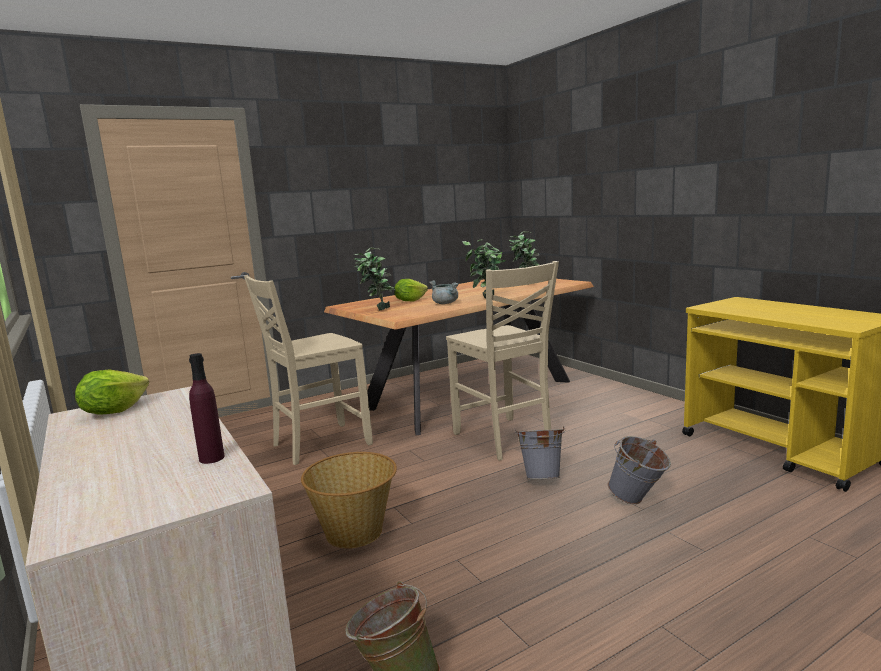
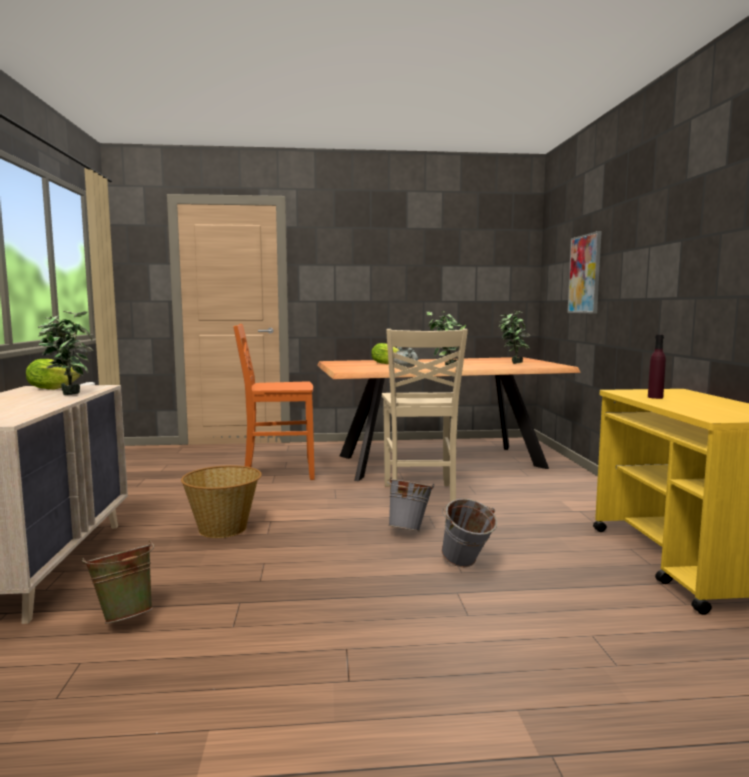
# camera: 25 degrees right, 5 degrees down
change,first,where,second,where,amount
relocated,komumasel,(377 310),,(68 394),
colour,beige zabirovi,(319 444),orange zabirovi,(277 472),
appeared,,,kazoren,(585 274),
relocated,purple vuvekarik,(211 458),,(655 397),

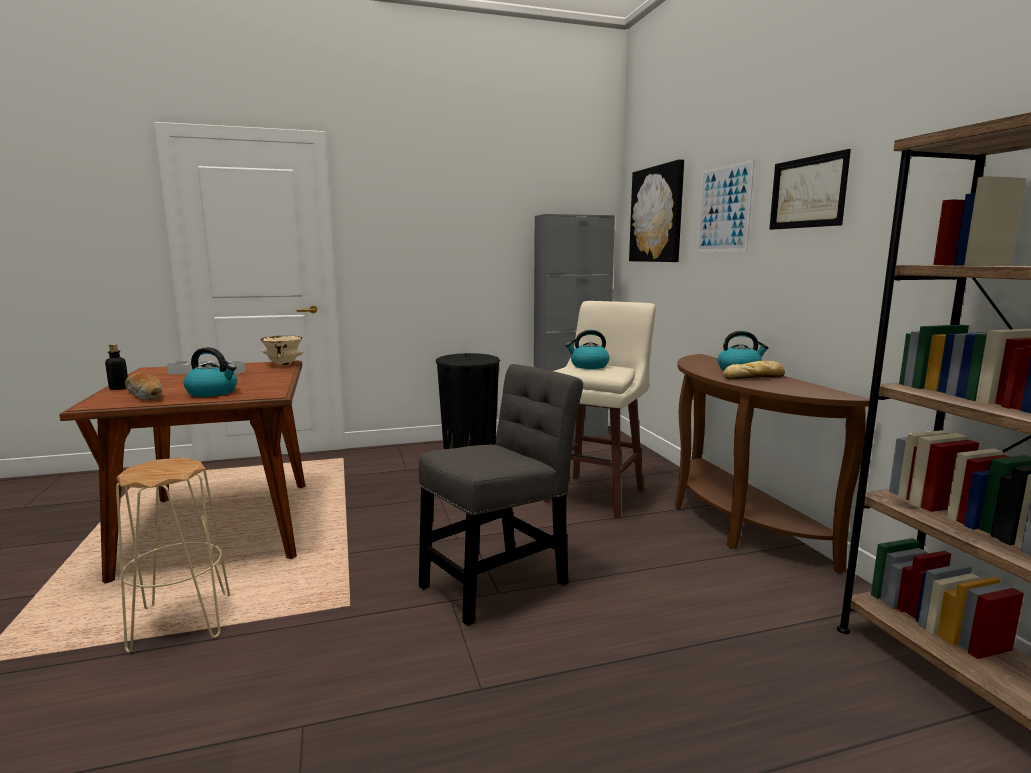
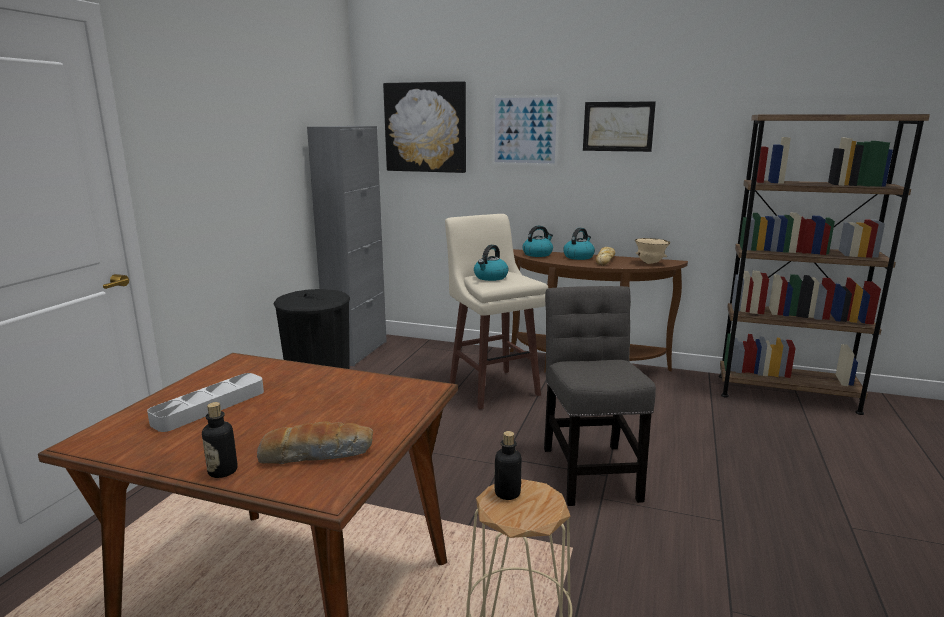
# camera: 55 degrees left, 5 degrees up
change,first,where,second,where,amount
appeared,,,vuvekarik,(507 493),
relocated,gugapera,(213 392),,(537 254),
relocated,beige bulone,(283 364),,(650 263),

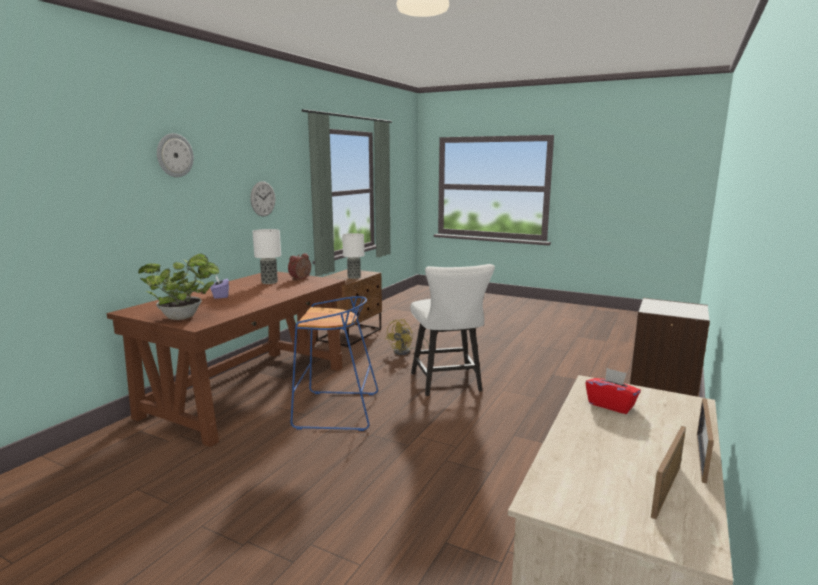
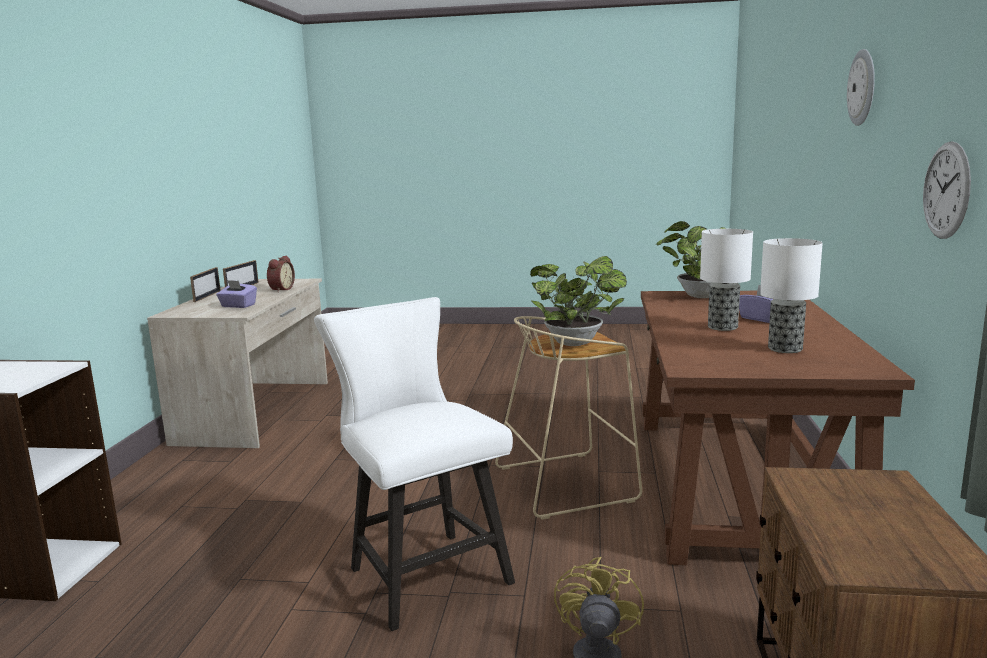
# camera: 160 degrees right, 0 degrees up
change,first,where,second,where,amount
colour,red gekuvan,(611 405),purple gekuvan,(238 306),
relocated,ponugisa,(301 278),,(280 289),
colour,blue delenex,(335 411),beige delenex,(567 483),
appeared,,,komumasel,(577 343),
relocated,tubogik,(353 277),,(723 327),

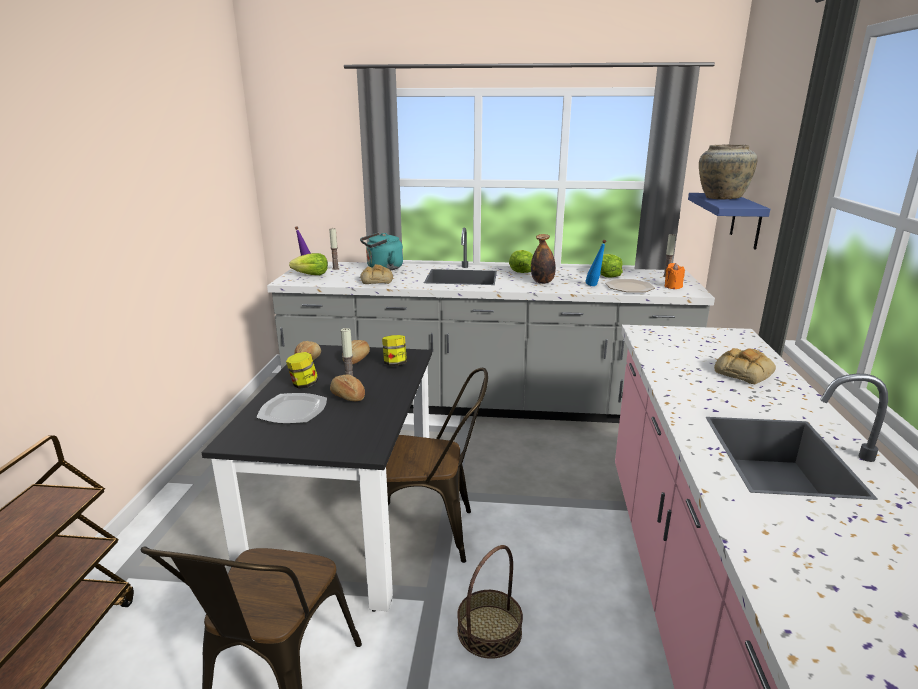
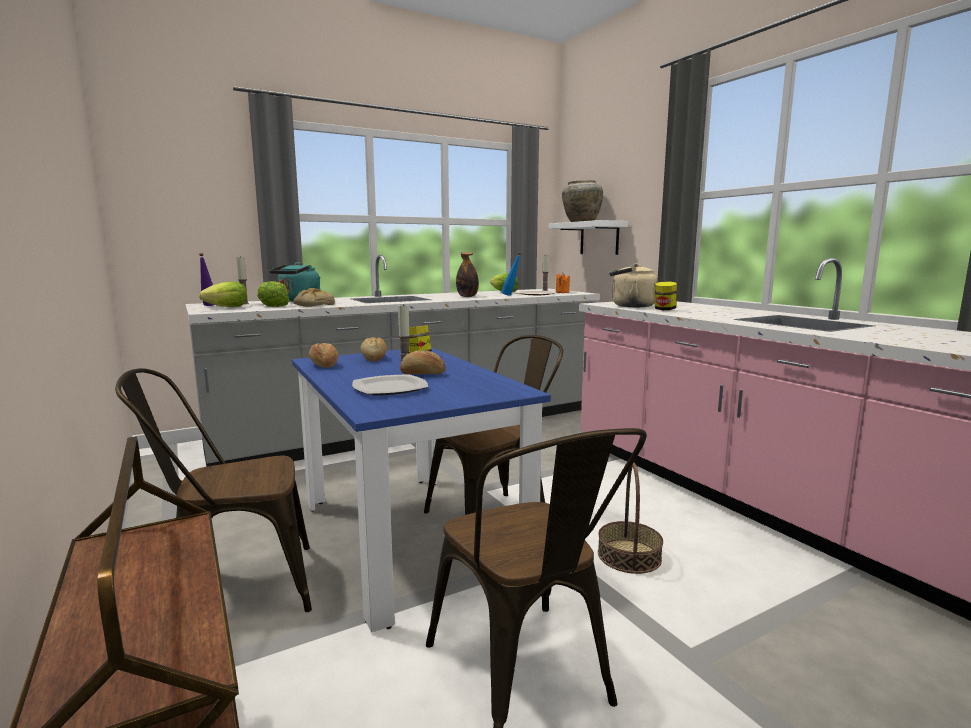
# camera: 35 degrees left, 10 degrees down
change,first,where,second,where,amount
appeared,,,brown zabirovi,(233 589),
relocated,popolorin,(521 270),,(272 306),
colour,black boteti,(348 523),blue boteti,(408 537),
colour,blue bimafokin,(746 221),white bimafokin,(599 238),
appeared,,,beige gugapera,(630 306),
relocated,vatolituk,(304 385),,(664 309),
missing,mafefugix,(743 372),,,

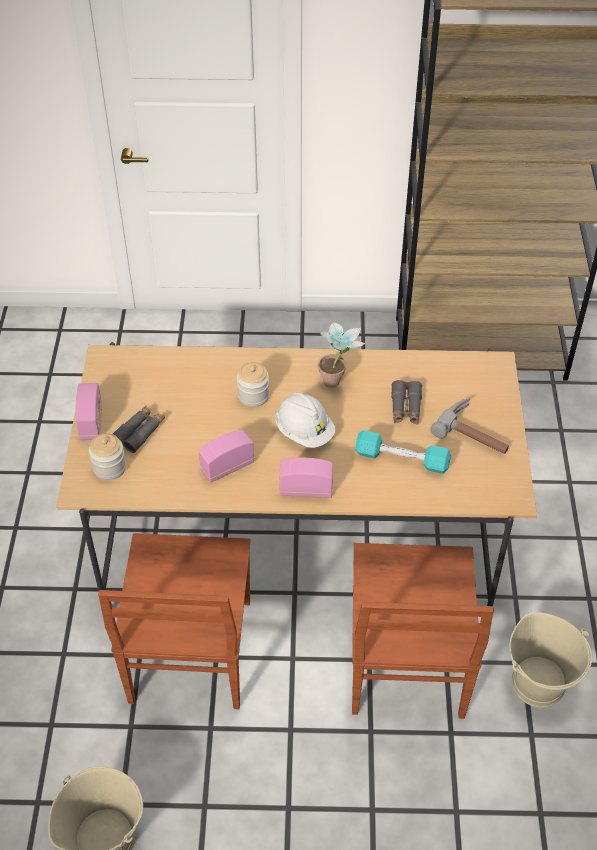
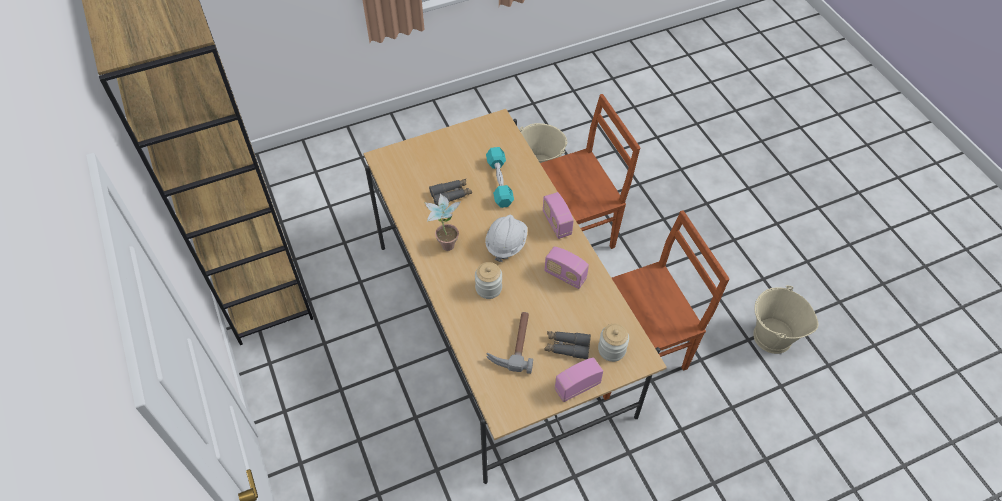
# camera: 115 degrees left, 5 degrees up
change,first,where,second,where,amount
relocated,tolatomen,(475 433),,(512 344),

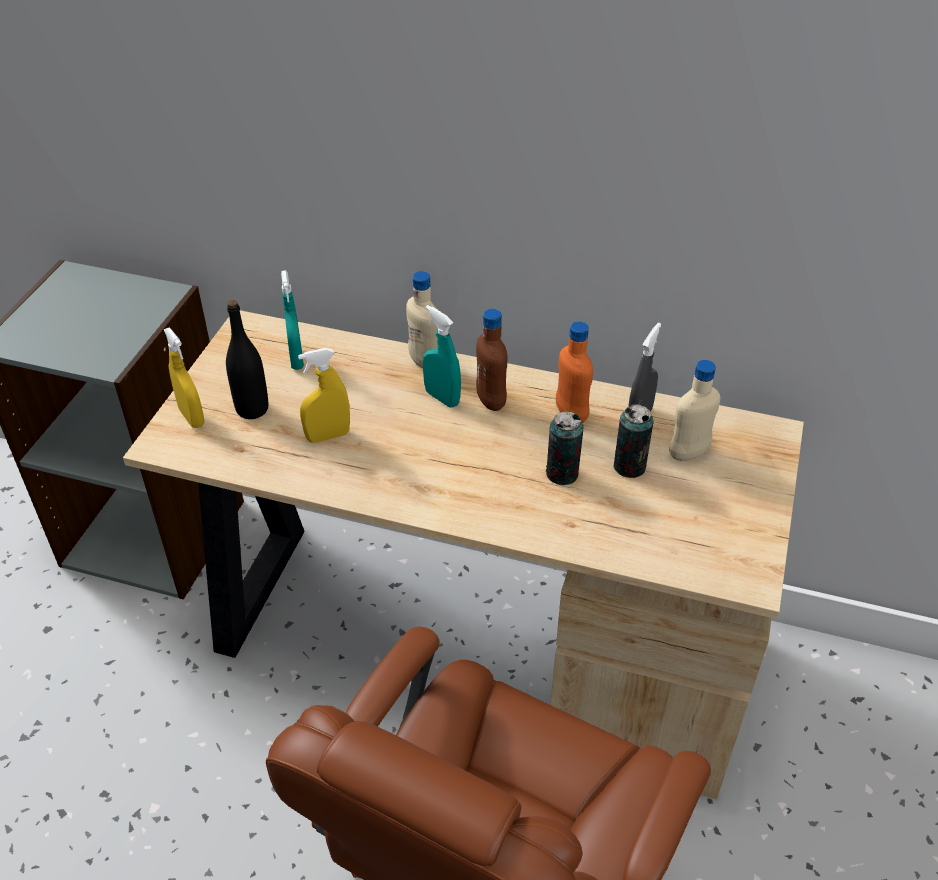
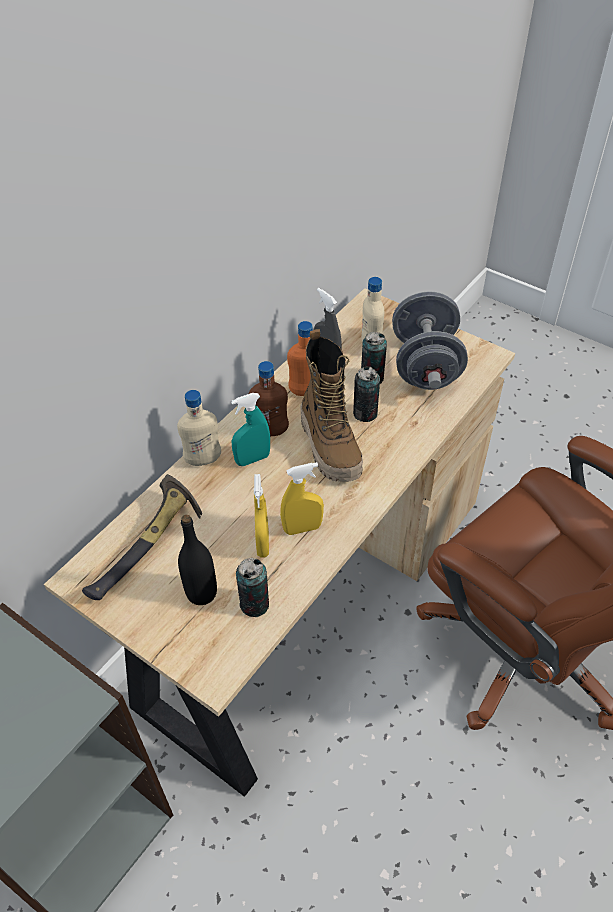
# camera: 70 degrees left, 5 degrees up
change,first,where,second,where,amount
exchanged,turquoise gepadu,(296 359),tolatomen,(150 547),
appeared,,,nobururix,(254 604),
relocated,yellow gepadu,(192 417),,(302 528),
appeared,,,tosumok,(330 446),
appeared,,,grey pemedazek,(425 365),

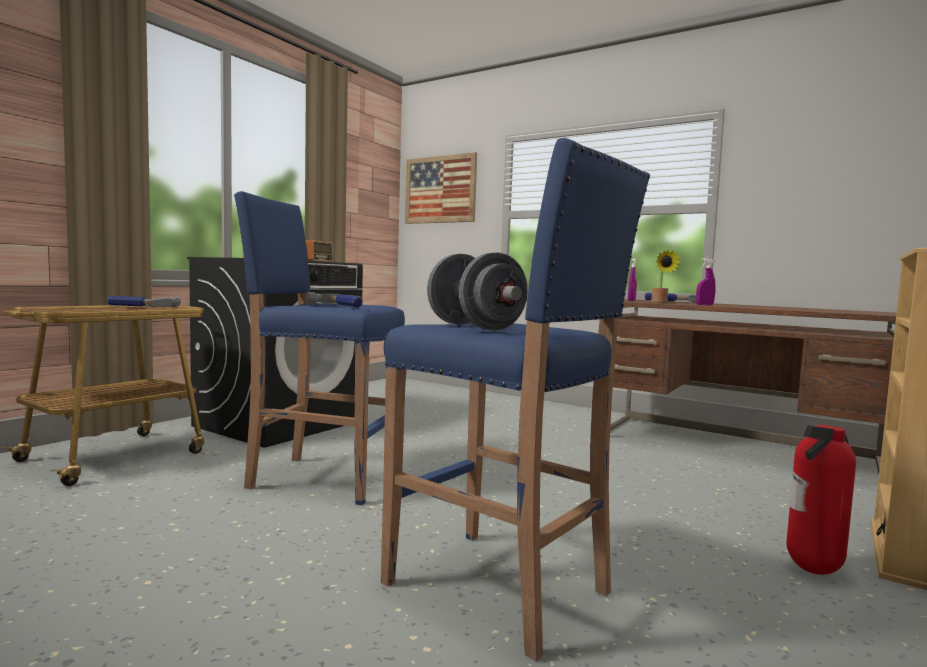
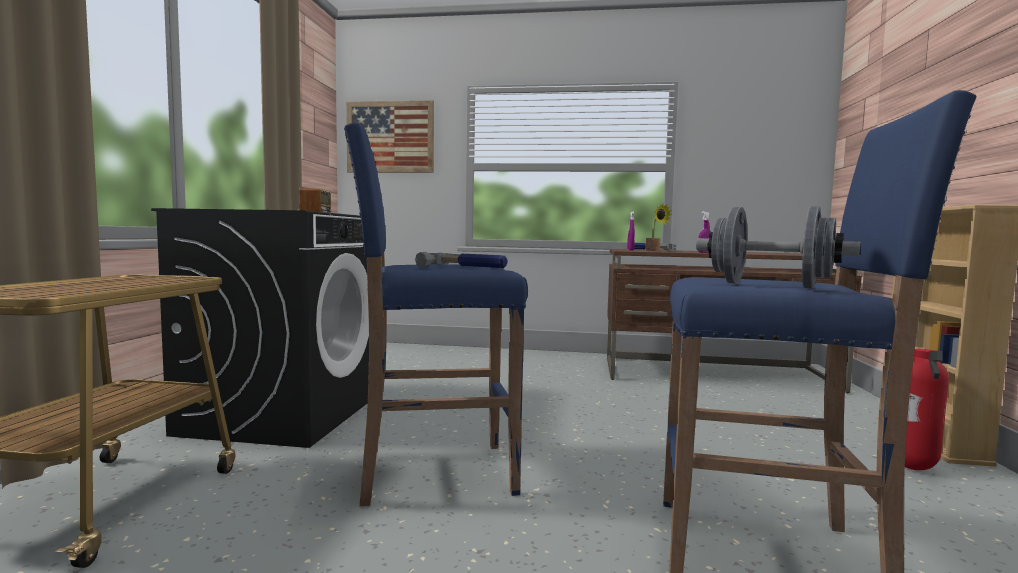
# camera: 25 degrees left, 0 degrees up
change,first,where,second,where,amount
missing,tolatomen,(137 307),,,

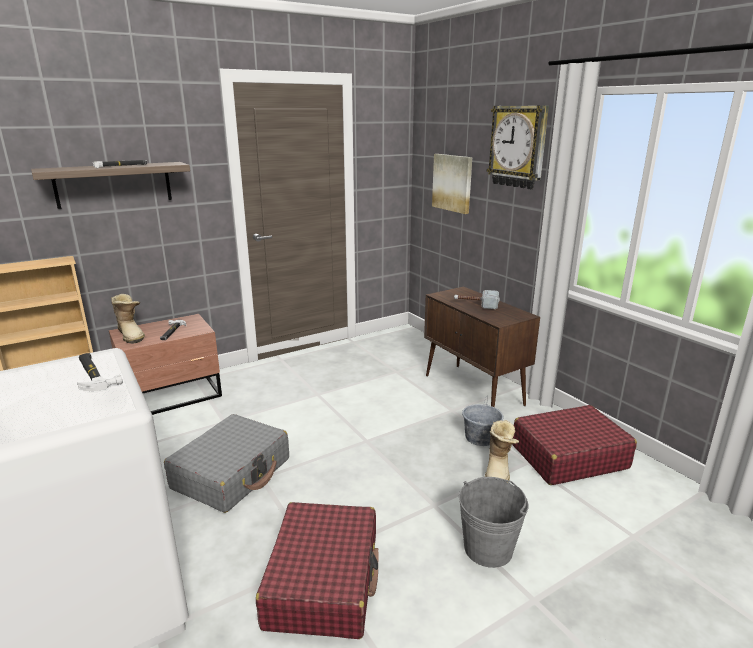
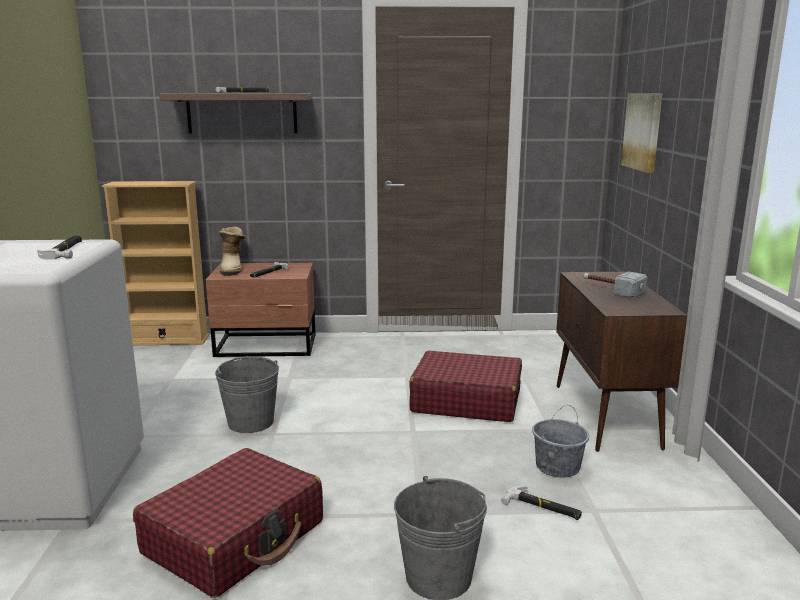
# camera: 30 degrees right, 5 degrees down
change,first,where,second,where,amount
exchanged,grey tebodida,(232 473),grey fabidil,(251 422),
relocated,red tebodida,(568 456),,(466 401),
exchanged,tosumok,(499 471),tolatomen,(542 507),
missing,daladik,(518 147),,,

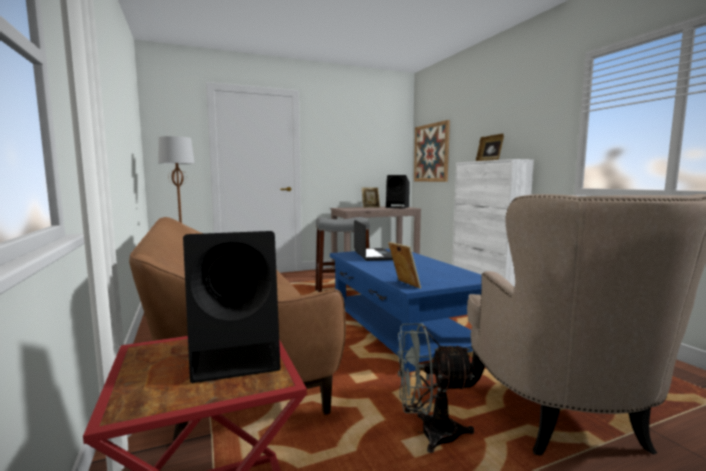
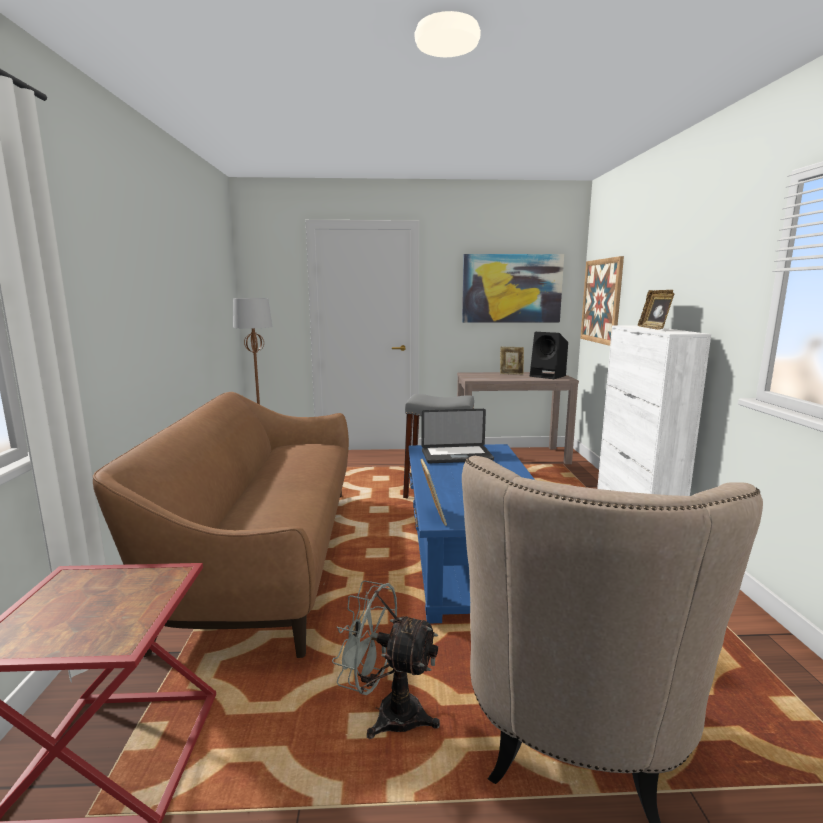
# camera: 20 degrees right, 5 degrees up
change,first,where,second,where,amount
spun,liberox,(374 255),,(456 456),75 degrees clockwise
appeared,,,kazoren,(511 288),
missing,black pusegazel,(239 357),,,

